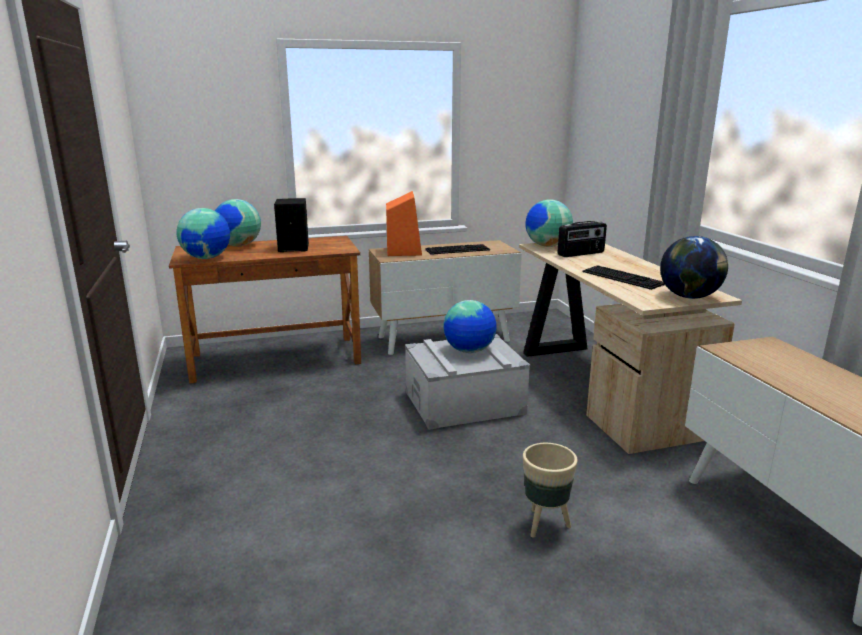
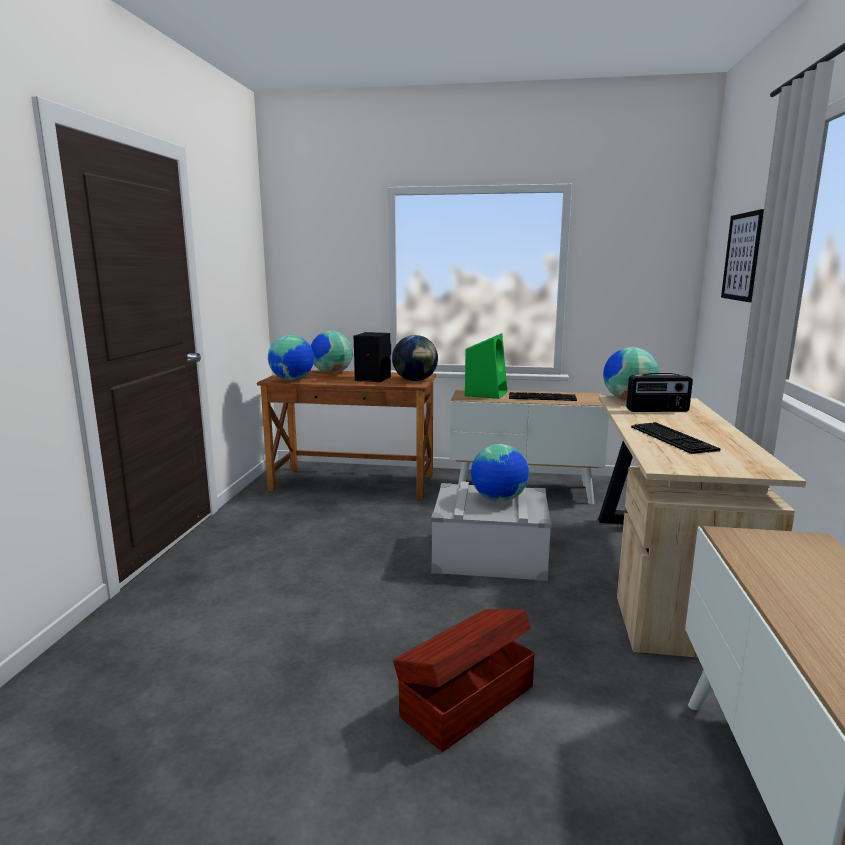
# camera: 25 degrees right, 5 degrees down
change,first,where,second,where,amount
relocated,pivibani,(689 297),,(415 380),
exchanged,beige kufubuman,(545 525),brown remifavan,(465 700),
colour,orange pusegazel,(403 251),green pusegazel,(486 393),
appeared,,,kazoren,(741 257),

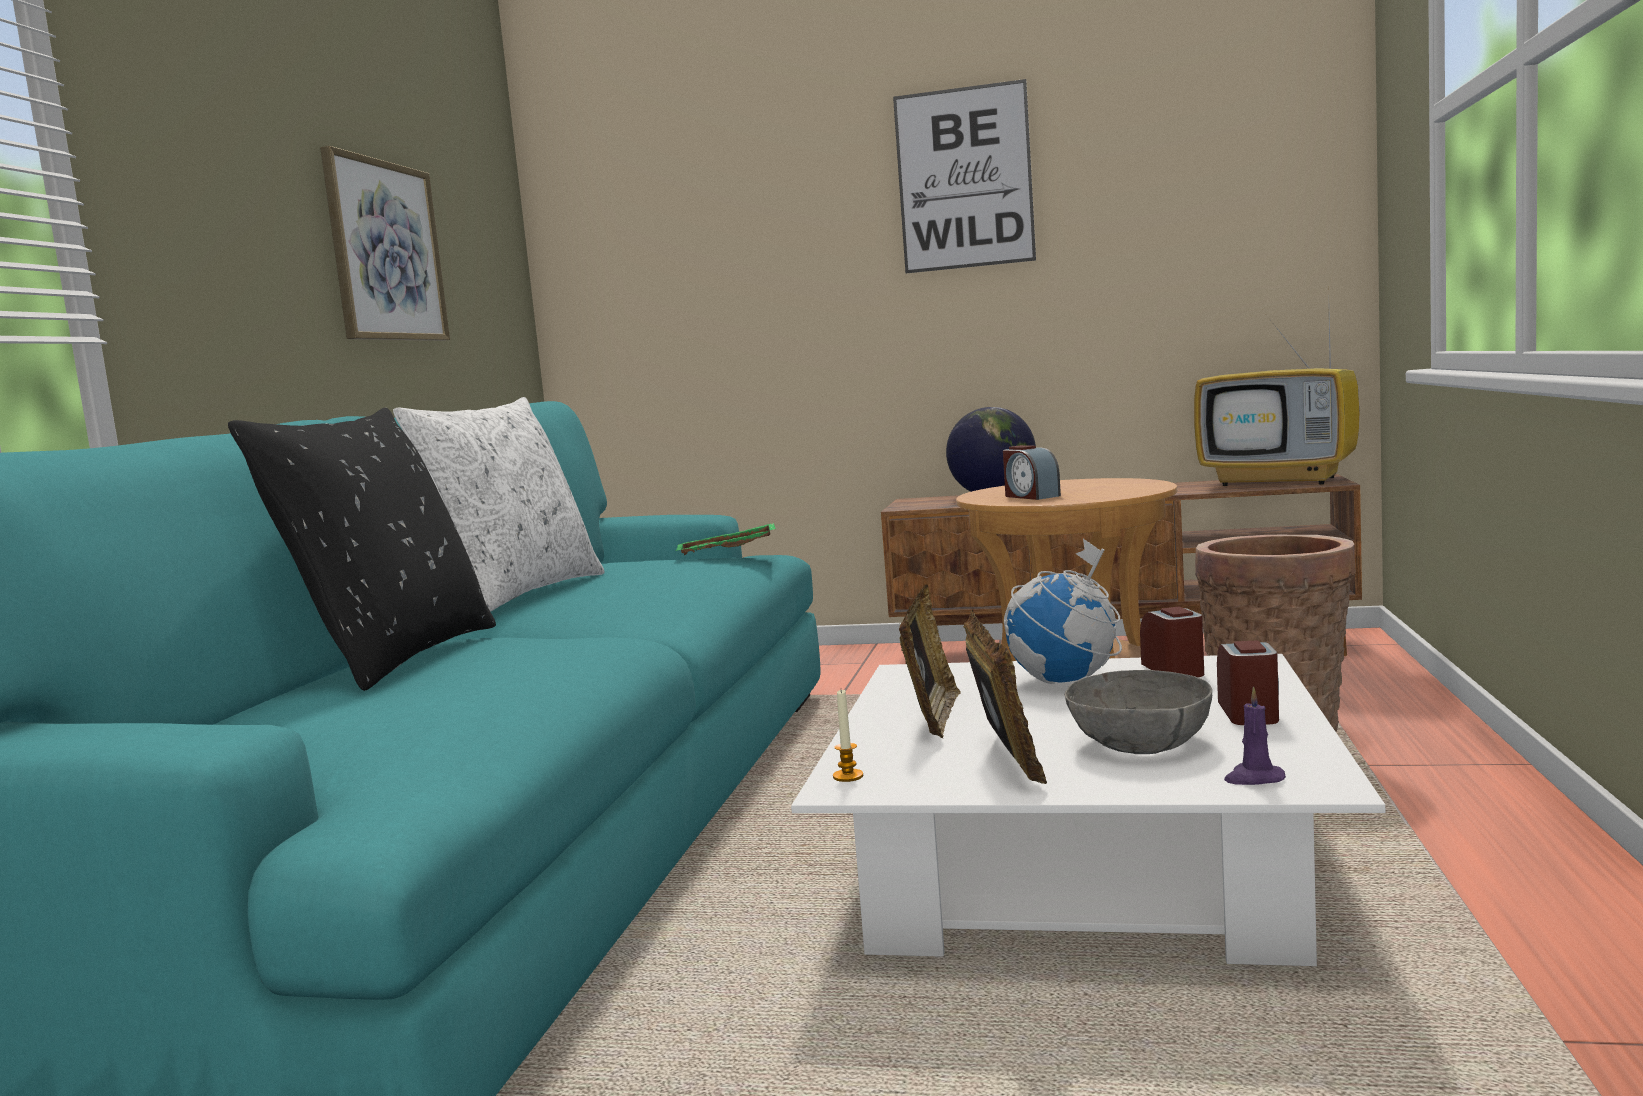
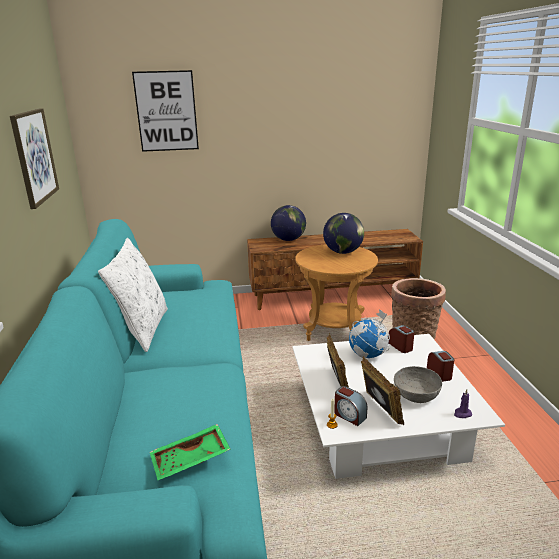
# camera: 20 degrees left, 15 degrees up
change,first,where,second,where,amount
relocated,kazoren,(964 178),,(166 111),
relocated,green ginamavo,(727 552),,(190 460),
appeared,,,pivibani,(342 252),
relocated,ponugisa,(1030 496),,(349 415),
missing,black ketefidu,(393 658),,,
missing,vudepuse,(1282 481),,,

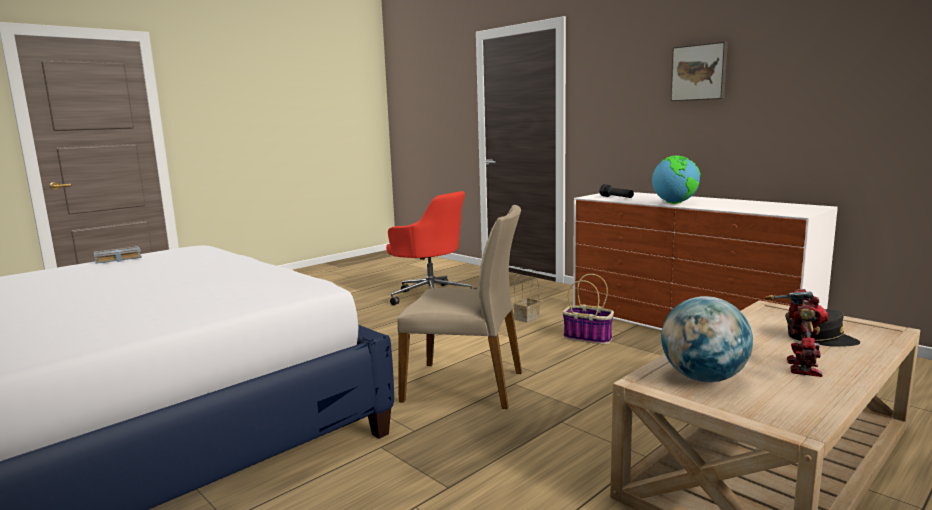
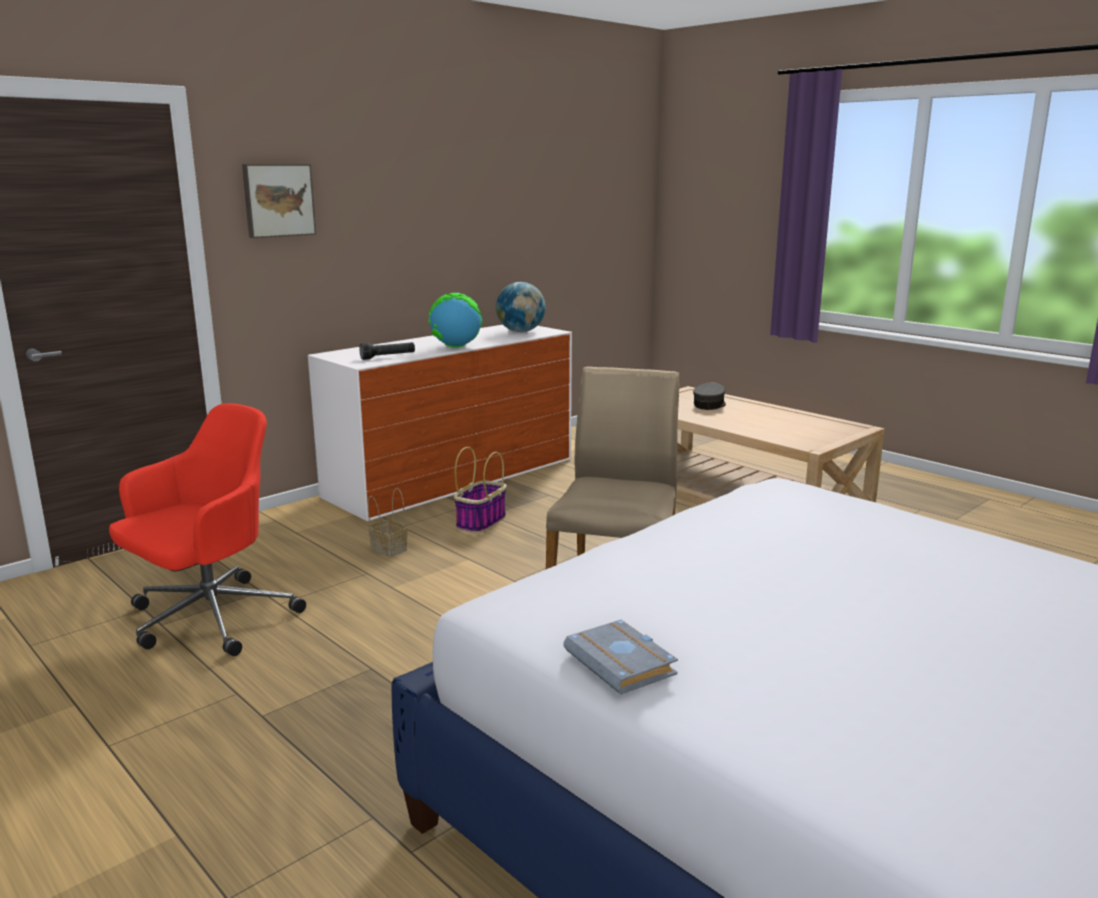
# camera: 90 degrees left, 5 degrees up
change,first,where,second,where,amount
relocated,kazoren,(699 72),,(278 200),
relocated,pivibani,(703 378),,(520 331),
missing,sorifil,(799 367),,,

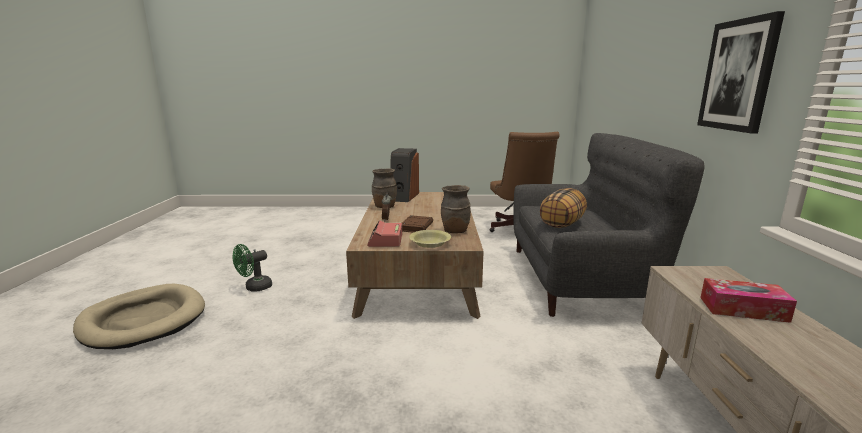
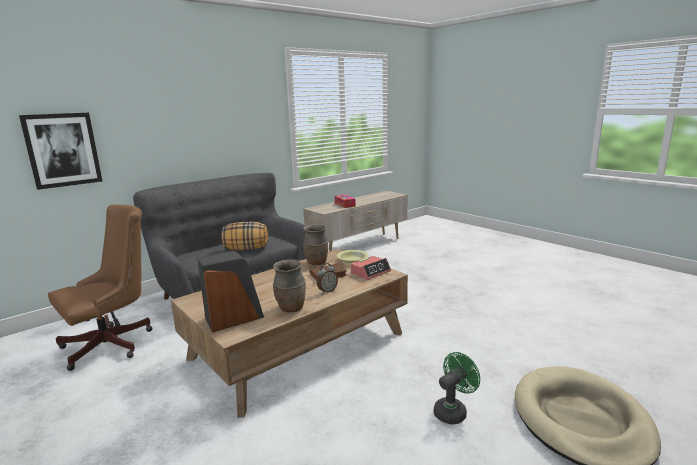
# camera: 130 degrees left, 0 degrees up
change,first,where,second,where,amount
relocated,kazoren,(738 75),,(62 150),
spun,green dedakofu,(254 288),,(453 411),45 degrees counterclockwise

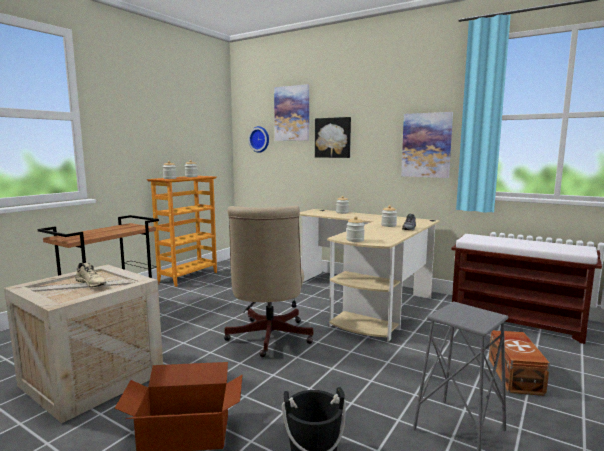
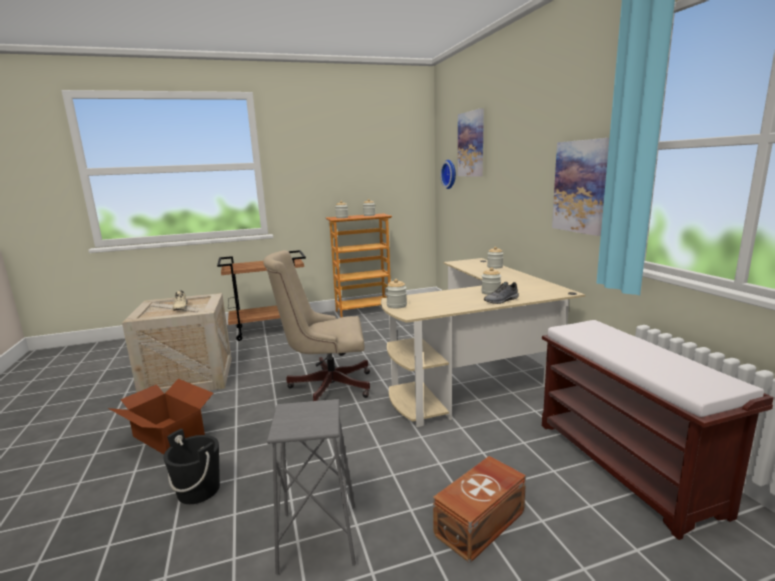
# camera: 40 degrees right, 5 degrees up
change,first,where,second,where,amount
spun,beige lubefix,(268 339),,(326 386),45 degrees clockwise
missing,kazoren,(333 137),,,

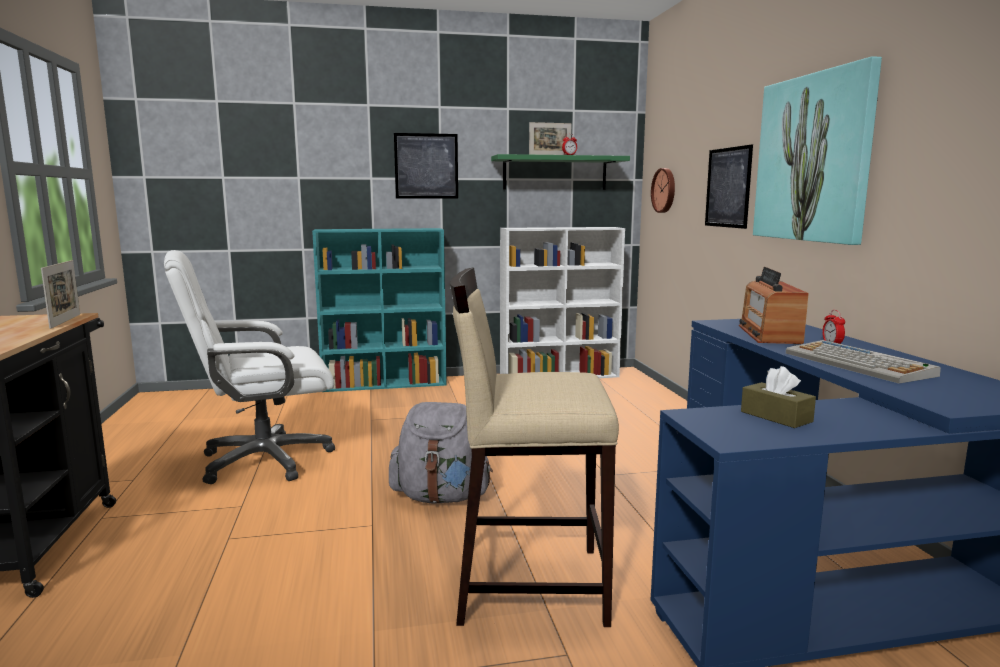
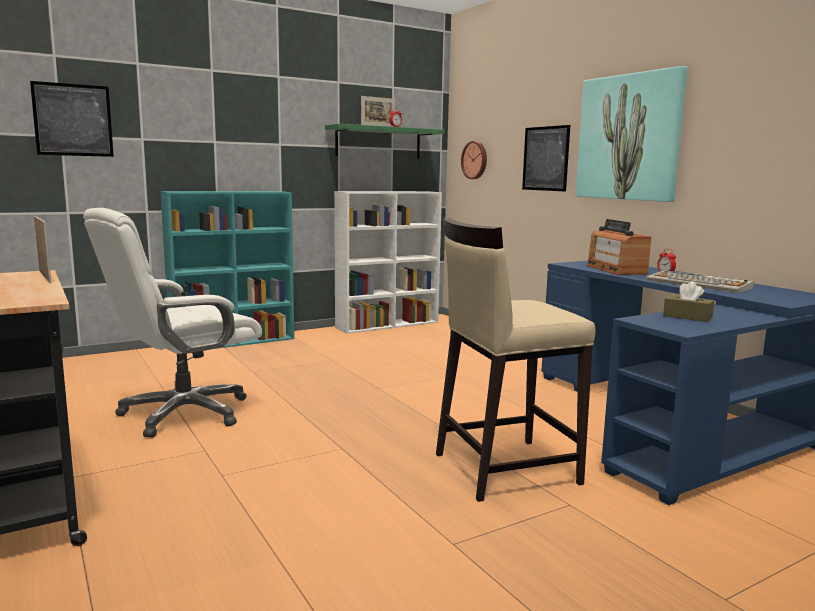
# camera: 20 degrees left, 0 degrees up
change,first,where,second,where,amount
relocated,kazoren,(426 166),,(73 120),
missing,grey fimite,(441 497),,,

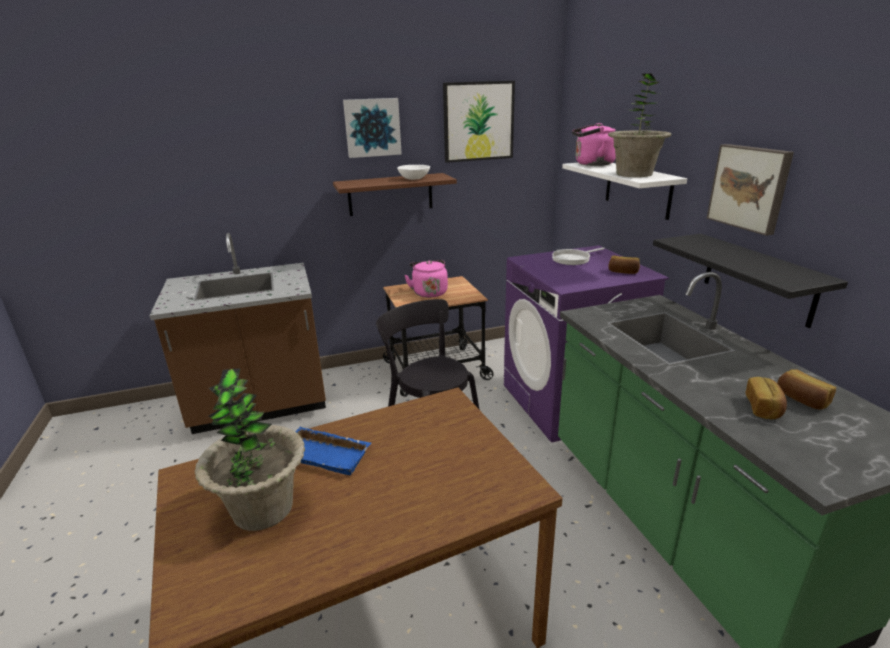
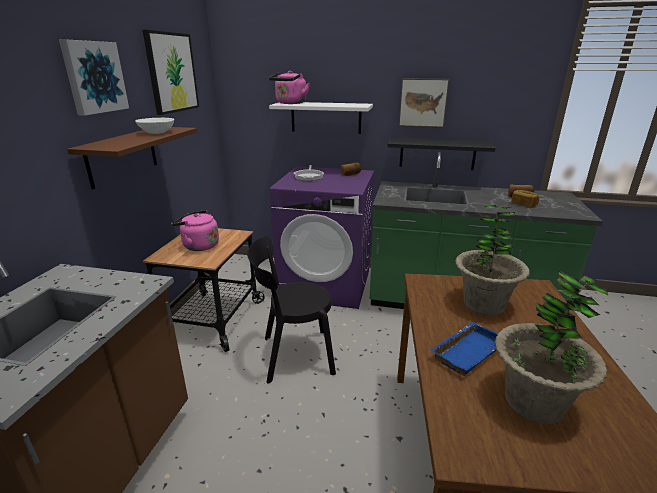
# camera: 60 degrees left, 0 degrees up
change,first,where,second,where,amount
relocated,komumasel,(634 174),,(484 304),

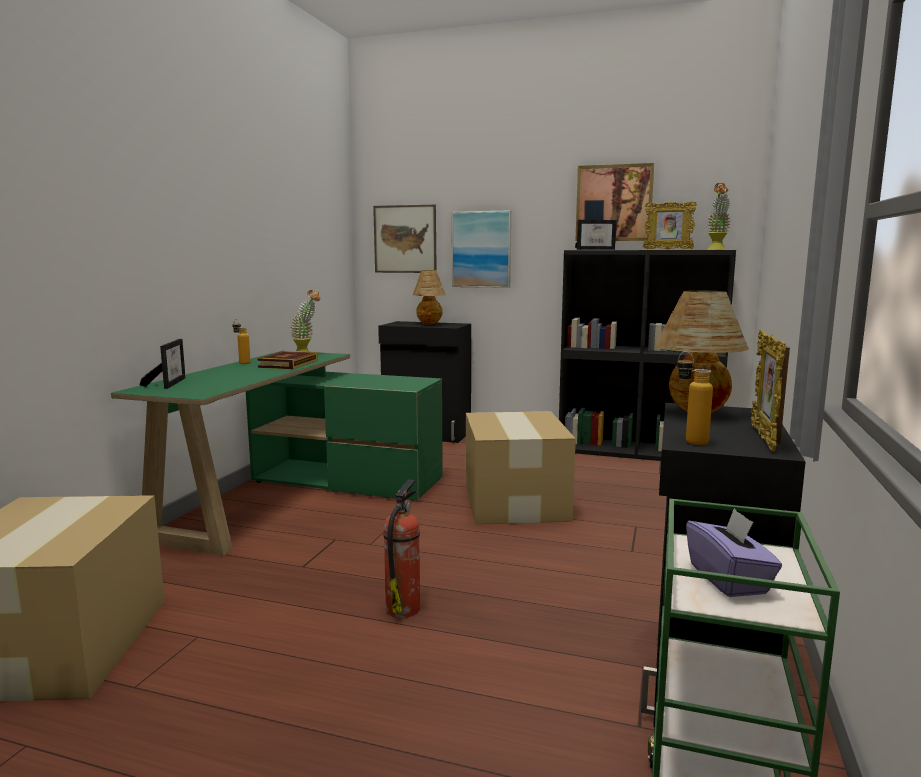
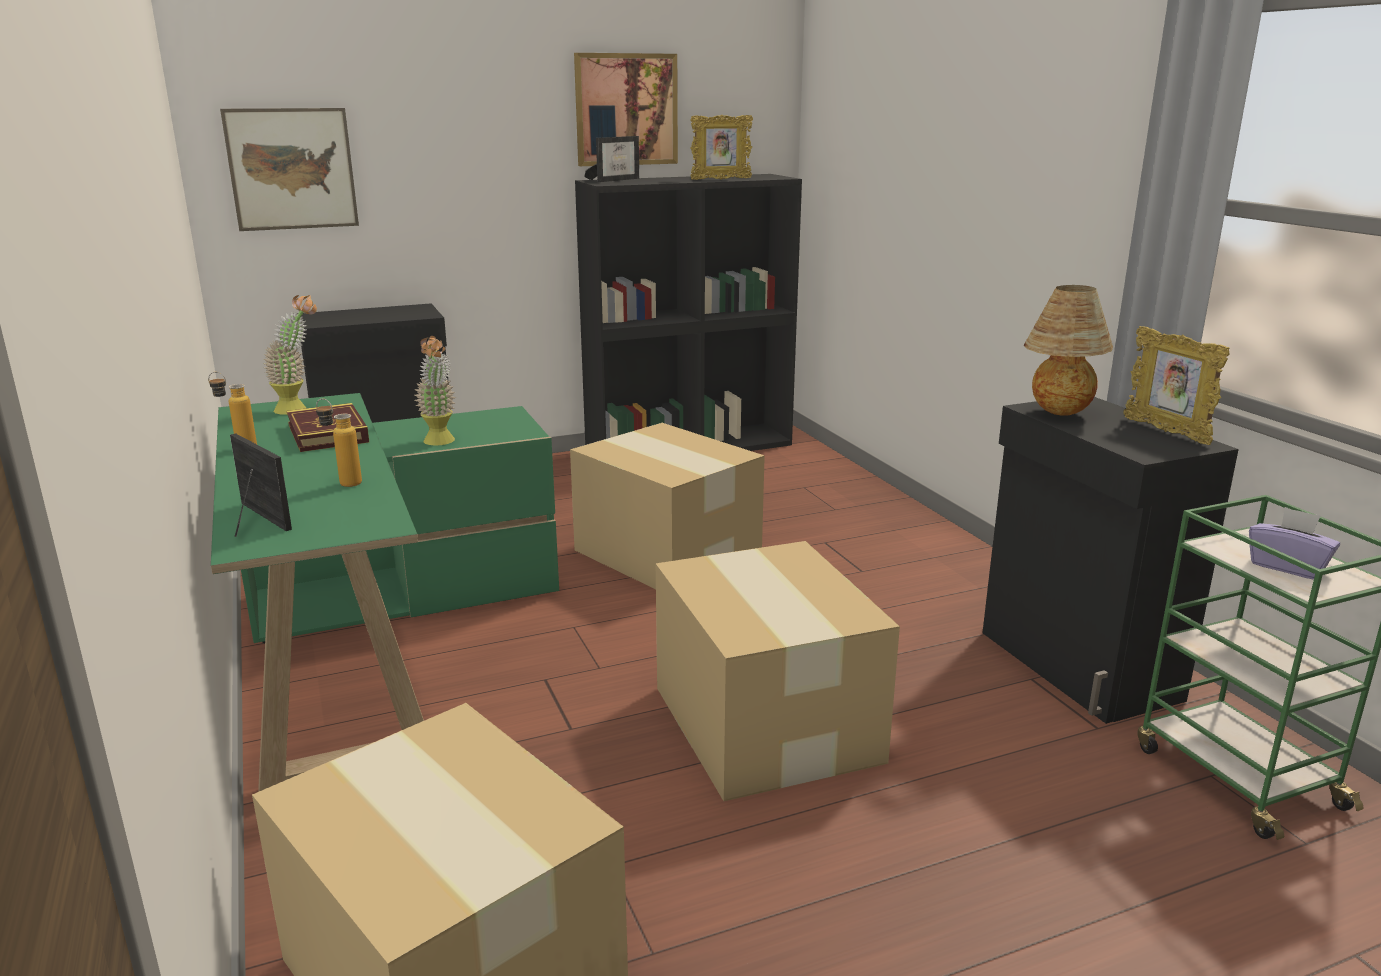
# camera: 40 degrees left, 10 degrees up
change,first,where,second,where,amount
relocated,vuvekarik,(689 440),,(343 482),
relocated,komumasel,(716 249),,(440 443),
exchanged,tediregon,(403 608),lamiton,(766 721),
missing,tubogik,(429 324),,,
missing,kazoren,(481 249),,,

